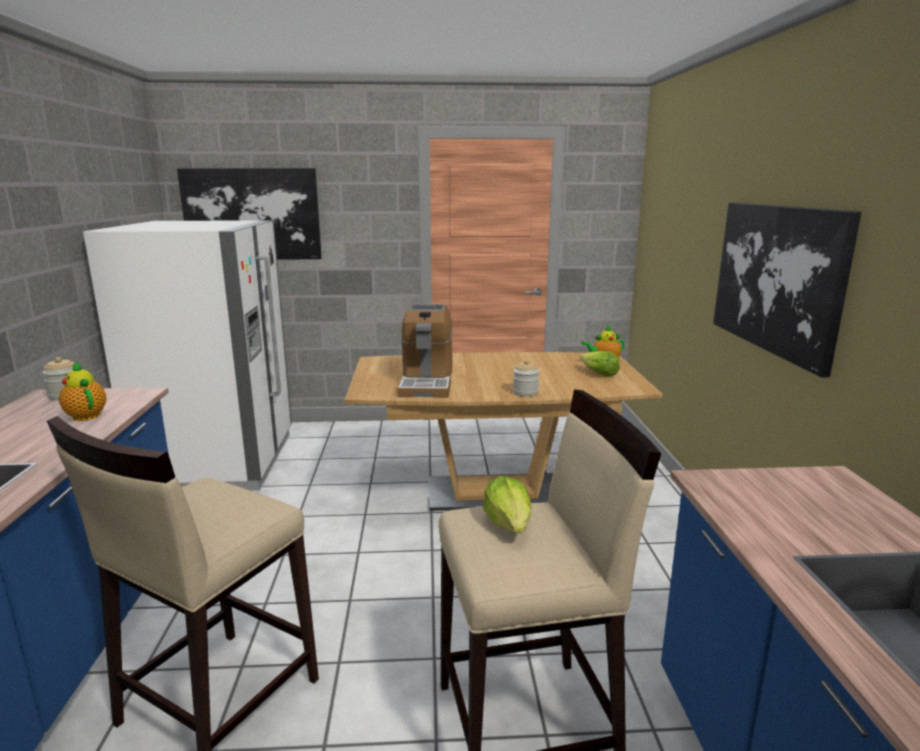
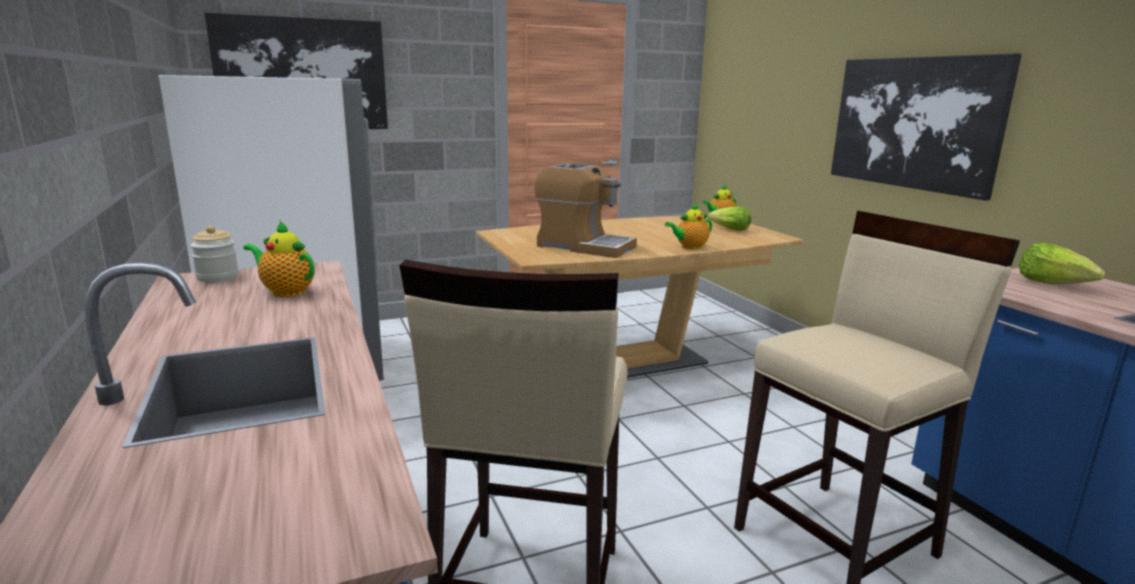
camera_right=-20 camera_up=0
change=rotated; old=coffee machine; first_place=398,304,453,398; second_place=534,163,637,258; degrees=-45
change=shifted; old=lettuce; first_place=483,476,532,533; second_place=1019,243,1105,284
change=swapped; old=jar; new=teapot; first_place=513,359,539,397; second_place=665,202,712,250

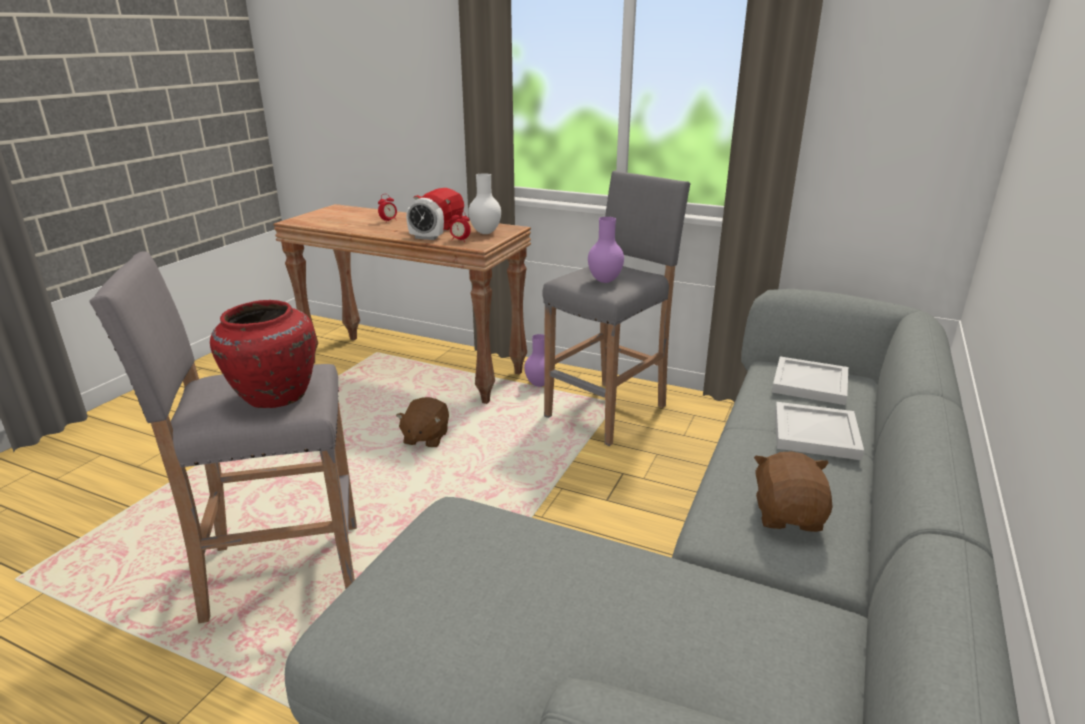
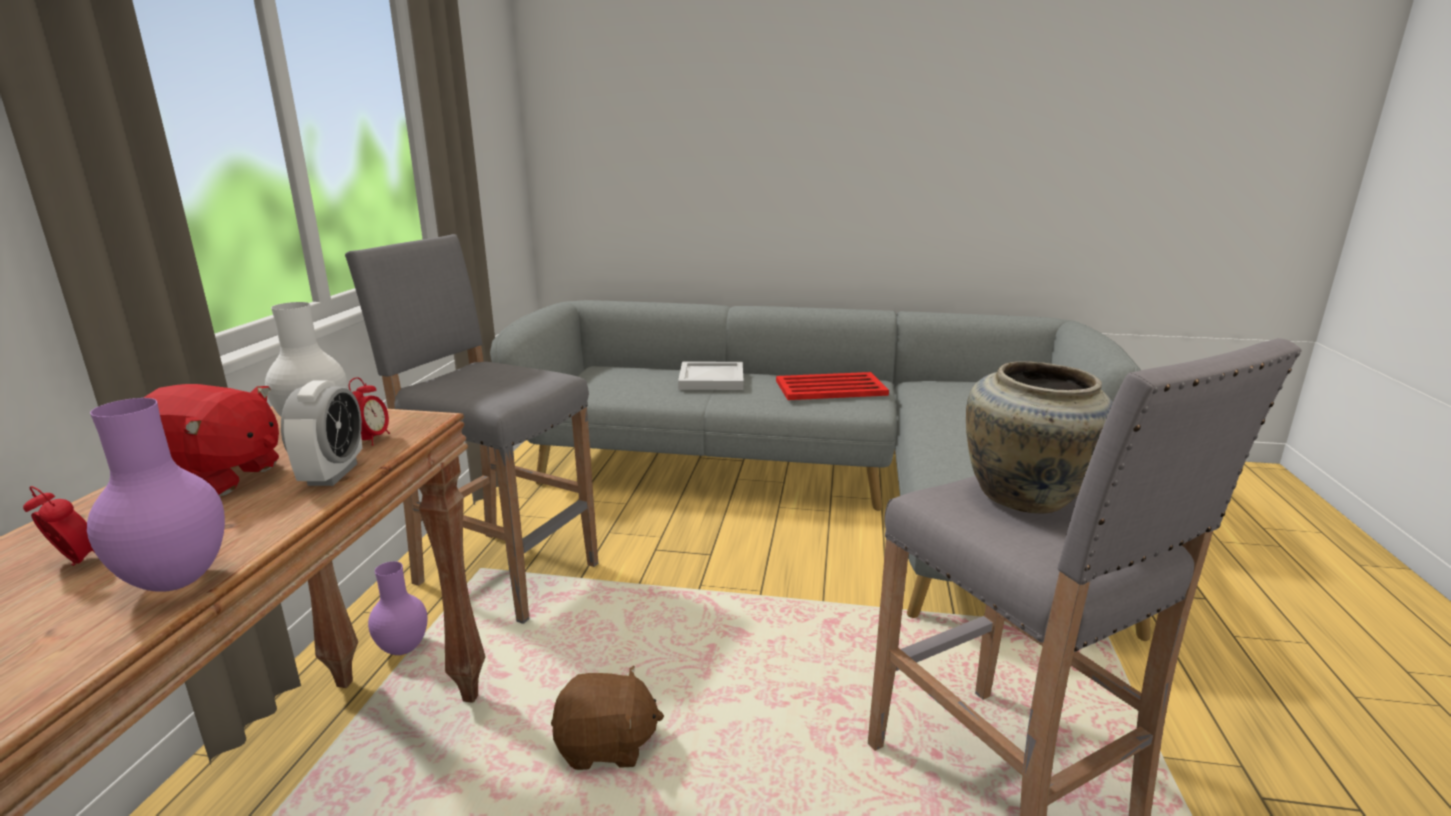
camera_right=-105 camera_up=-5
change=repainted; old=red vase; new=beige vase; first_place=210,300,316,408; second_place=966,361,1113,514
change=shifted; old=purple vase; first_place=588,217,624,283; second_place=87,398,225,592
change=swapped; old=brown plush toy; new=red tray; first_place=754,451,833,532; second_place=776,372,889,400
change=gone; old=white tray; first_place=772,357,848,405

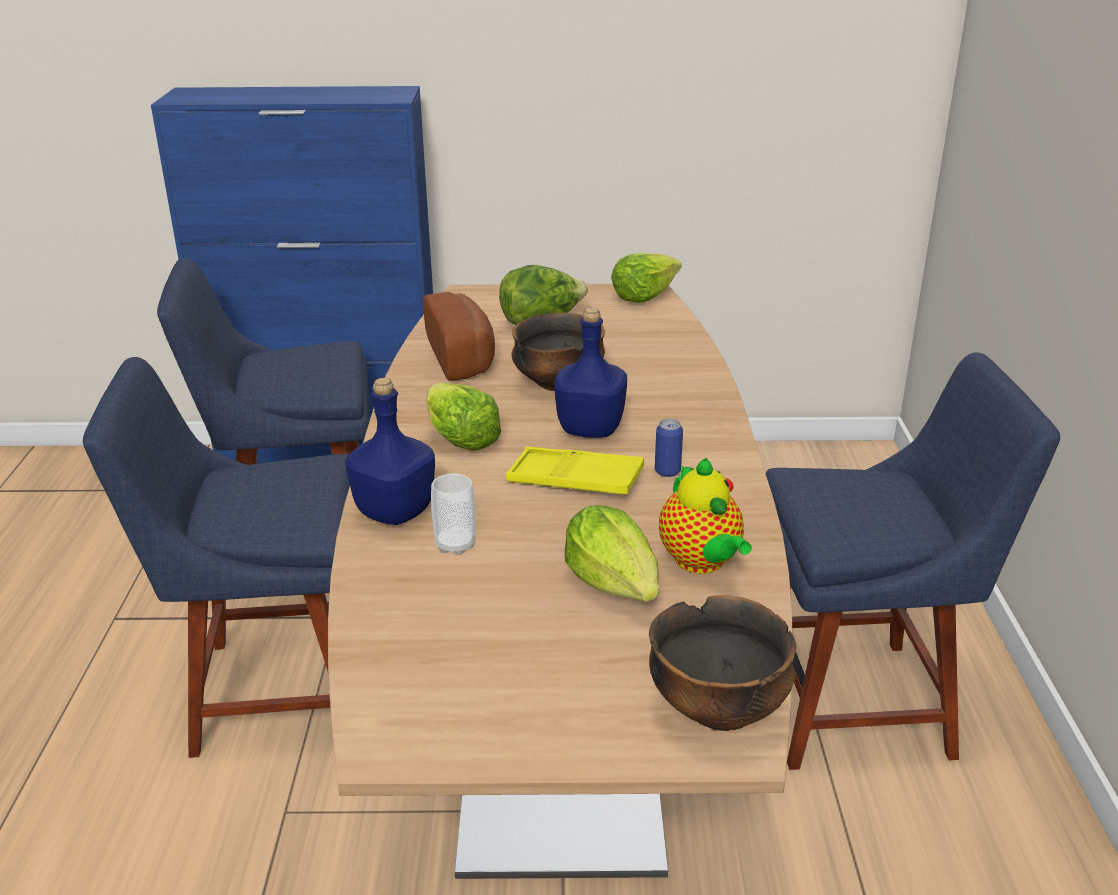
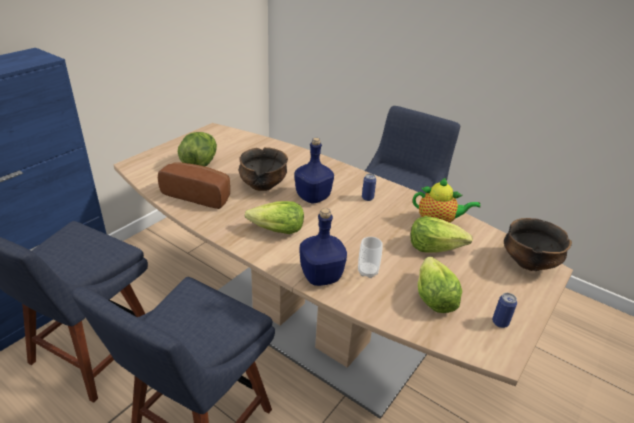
camera_right=-55 camera_up=5
change=gone; old=yellow tray; first_place=506,447,644,495
change=shifted; old=lettuce; first_place=611,253,682,303; second_place=418,257,462,313
change=new; new=can; second_place=492,293,517,328

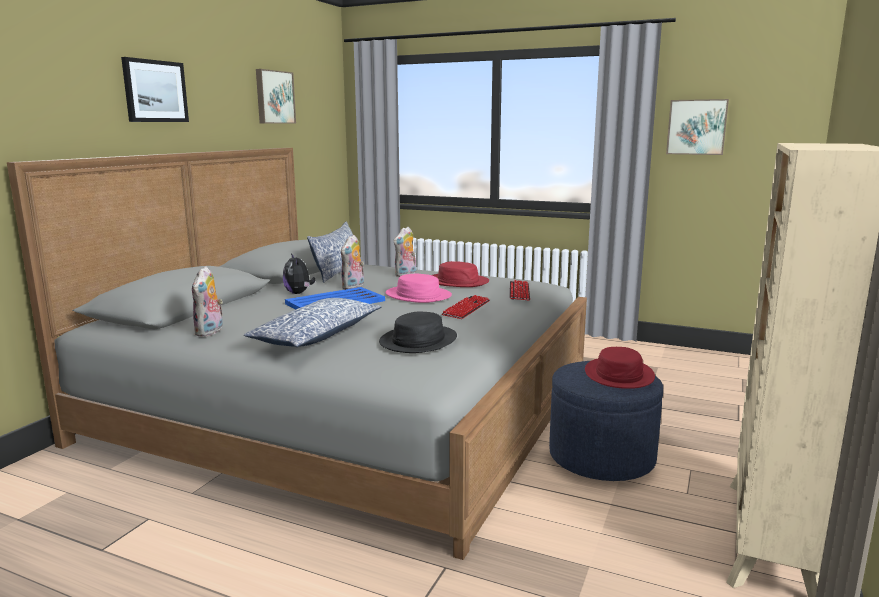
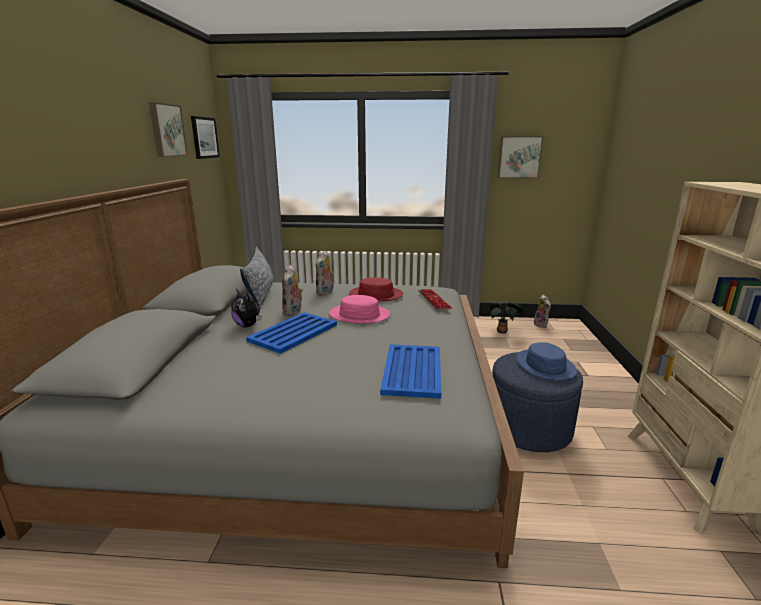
camera_right=-20 camera_up=5
change=shifted; old=picture; first_place=121,57,189,122; second_place=191,116,220,159
change=shifted; old=plush toy; first_place=192,266,224,337; second_place=534,295,551,328
change=gone; old=pillow; first_place=244,298,381,347
change=swapped; old=black hat; new=blue tray; first_place=379,312,457,353; second_place=380,344,441,399
change=gone; old=keyboard; first_place=442,295,490,319
change=repainted; old=red hat; new=blue hat; first_place=585,347,655,389; second_place=516,342,577,380
change=new; new=potted plant; second_place=489,301,525,334

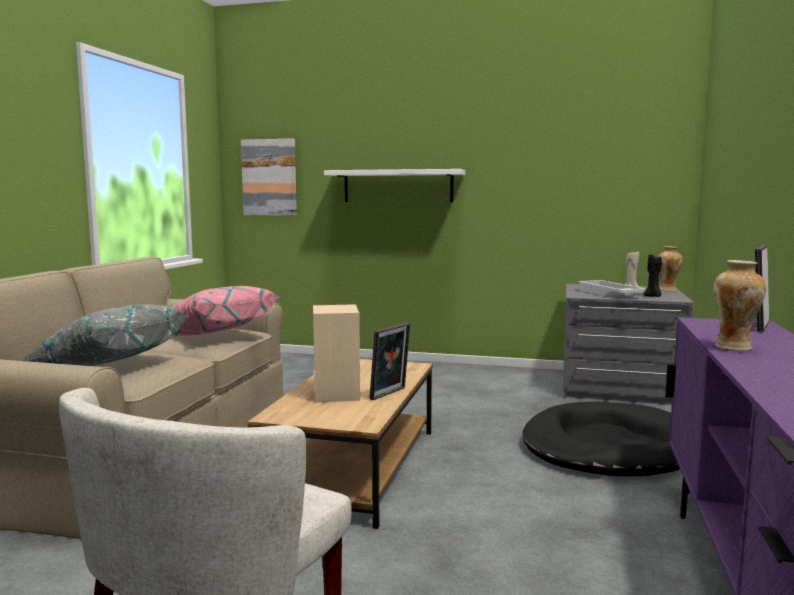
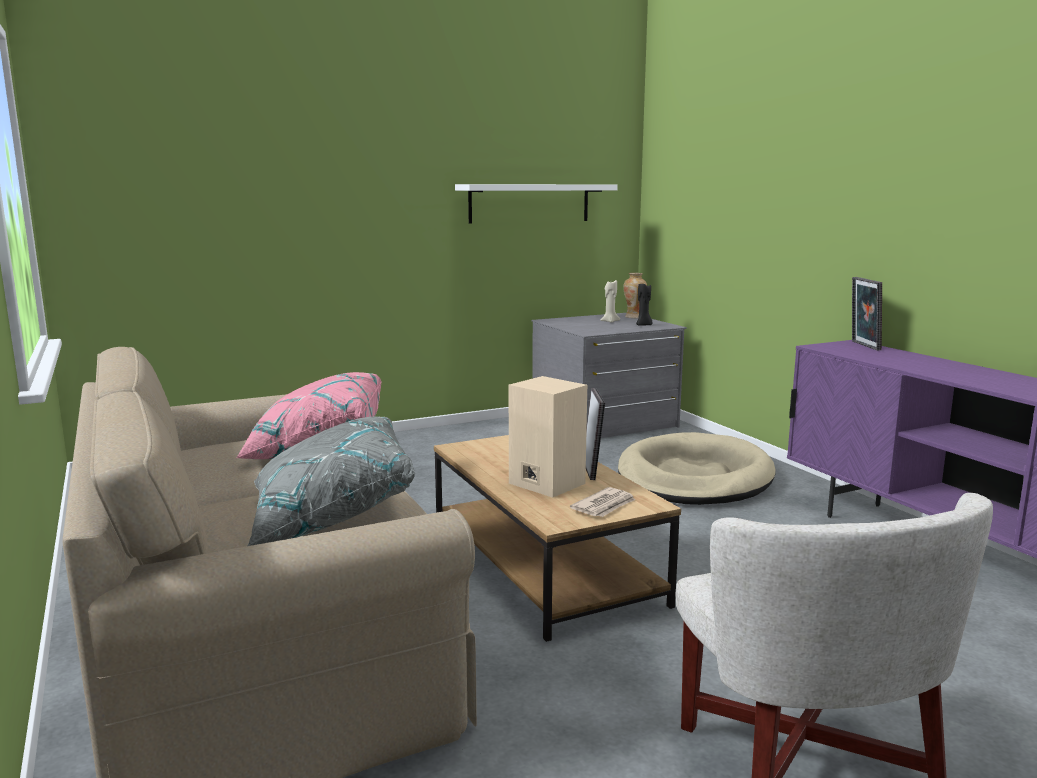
camera_right=-40 camera_up=5
change=gone; old=picture; first_place=241,139,297,216
change=shifted; old=white shelf; first_place=324,169,465,202; second_place=455,184,618,223
change=repainted; old=black dog bed; new=beige dog bed; first_place=522,402,680,477; second_place=618,432,775,505
change=gone; old=white tray; first_place=578,280,646,296
change=gone; old=vase; first_place=713,260,766,351
change=new; new=newspaper; second_place=570,487,635,517

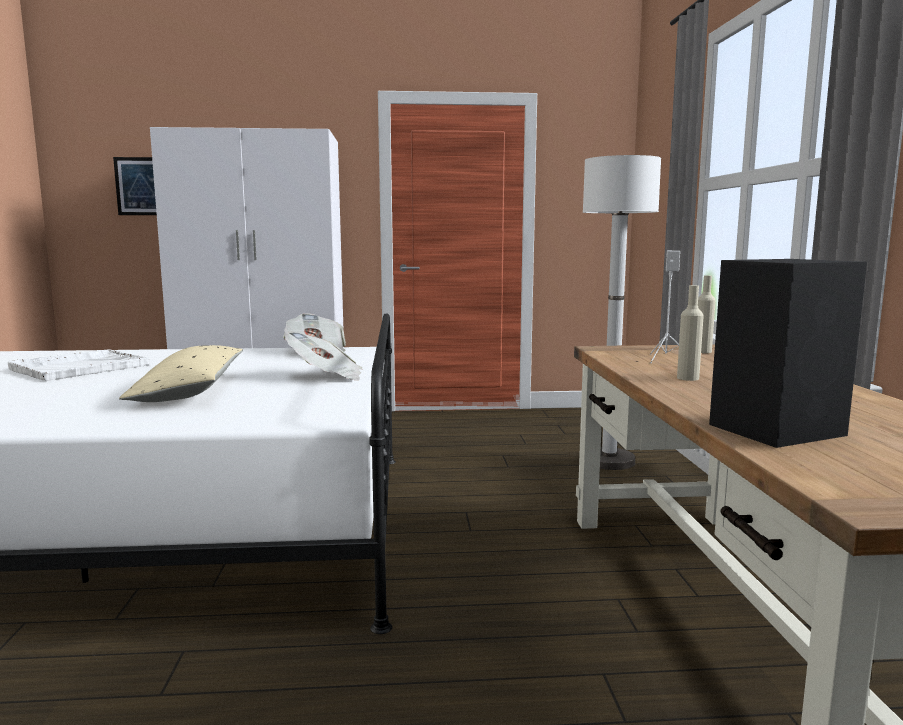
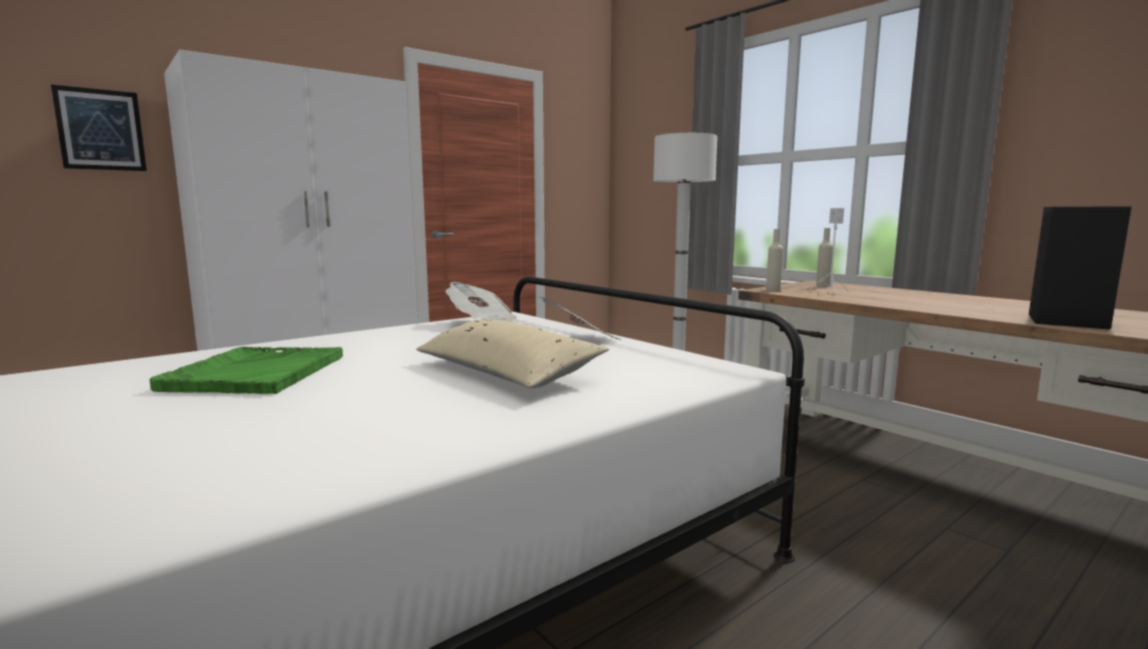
camera_right=-35 camera_up=0
change=repainted; old=white tray; new=green tray; first_place=8,350,150,381; second_place=150,347,343,394
change=shifted; old=beige bottle; first_place=677,285,704,381; second_place=766,229,783,291

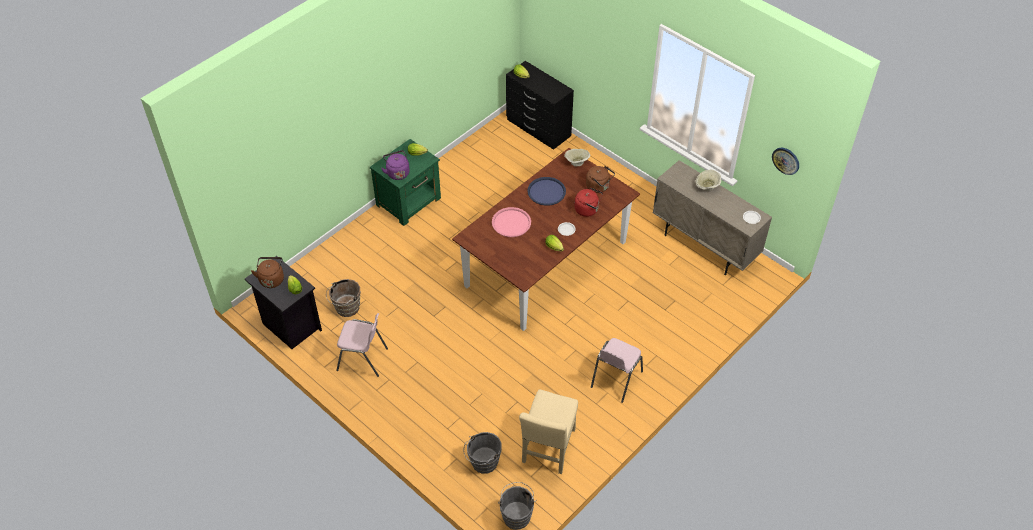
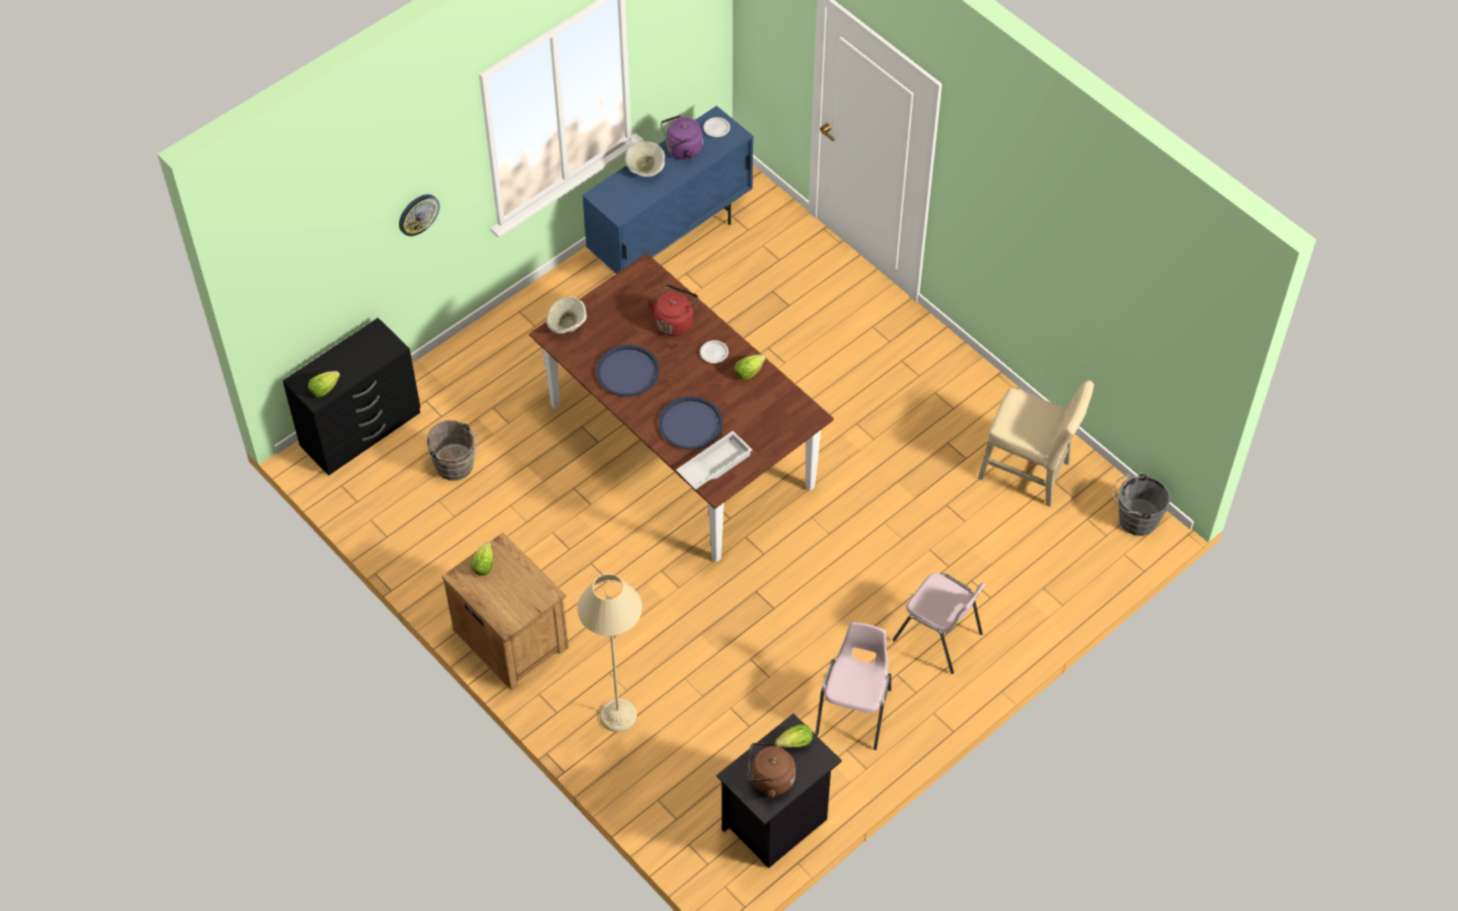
camera_right=-85 camera_up=5
change=shifted; old=brown bucket; first_place=326,279,361,317; second_place=426,420,479,481
change=repainted; old=green nightstand; new=brown nightstand; first_place=370,139,441,226; second_place=442,532,569,691
change=shifted; old=purple kettle; first_place=381,150,410,180; second_place=661,115,703,160
change=gone; old=grey bucket; first_place=463,432,502,474
change=repainted; old=pink tray; new=blue tray; first_place=492,207,531,237; second_place=658,396,723,450
change=gone; old=brown kettle; first_place=586,166,615,193
change=shifted; old=pink chair; first_place=591,338,643,403; second_place=892,573,986,674
change=repainted; old=beige cabinet; new=blue cabinet; first_place=653,160,772,275; second_place=582,106,753,273
change=shifted; old=wall clock; first_place=772,148,799,175; second_place=399,194,440,236
change=new; new=beige floor lamp; second_place=577,574,642,732
change=new; new=white tray; second_place=676,431,752,490

